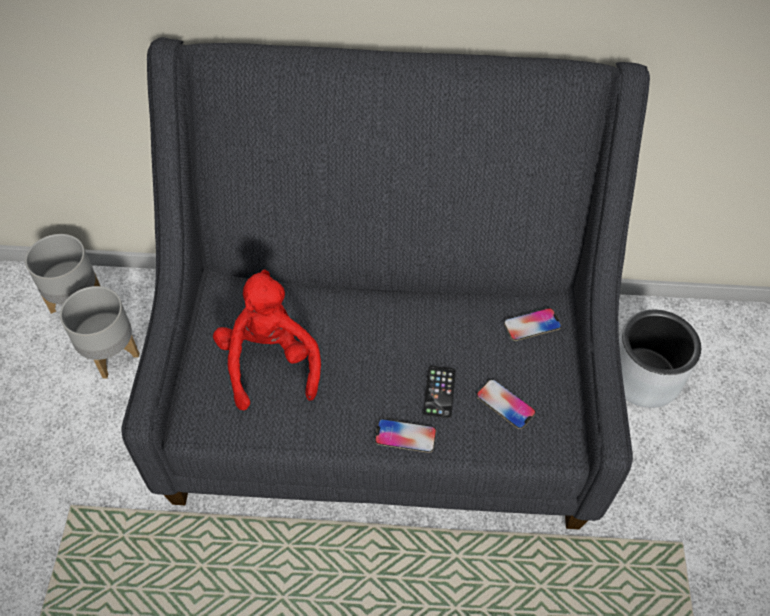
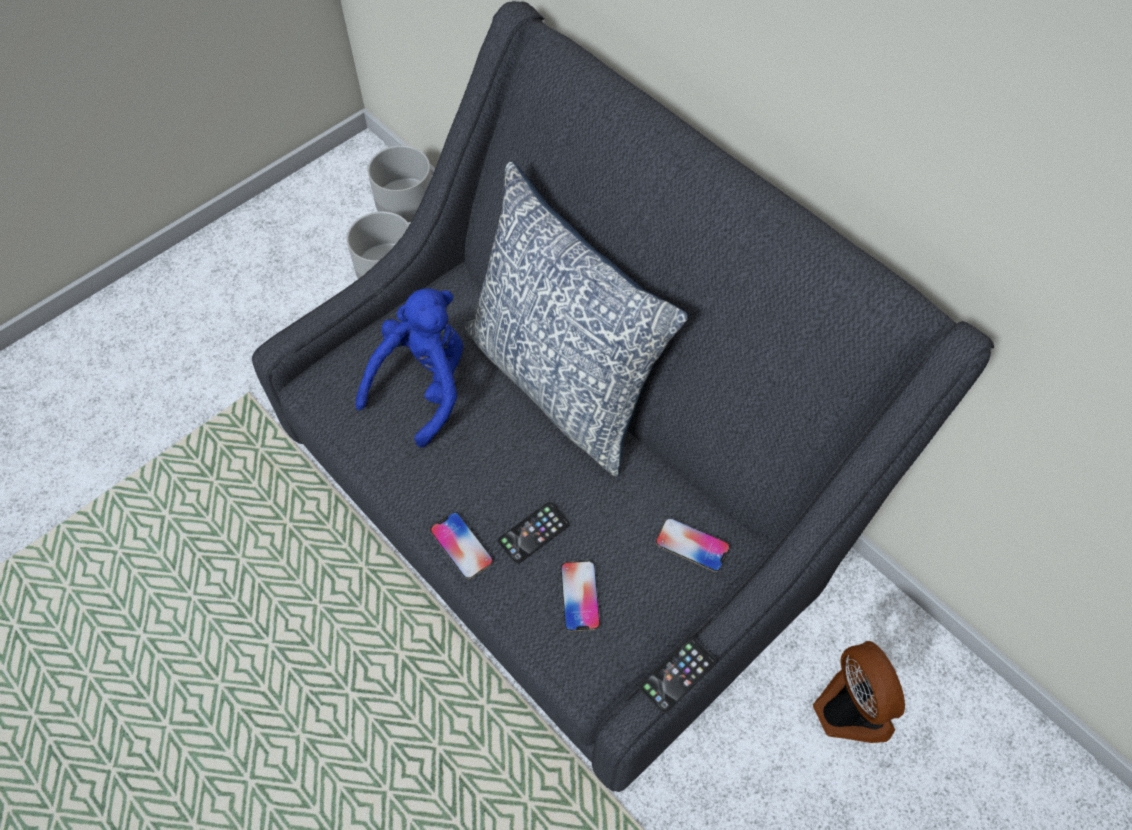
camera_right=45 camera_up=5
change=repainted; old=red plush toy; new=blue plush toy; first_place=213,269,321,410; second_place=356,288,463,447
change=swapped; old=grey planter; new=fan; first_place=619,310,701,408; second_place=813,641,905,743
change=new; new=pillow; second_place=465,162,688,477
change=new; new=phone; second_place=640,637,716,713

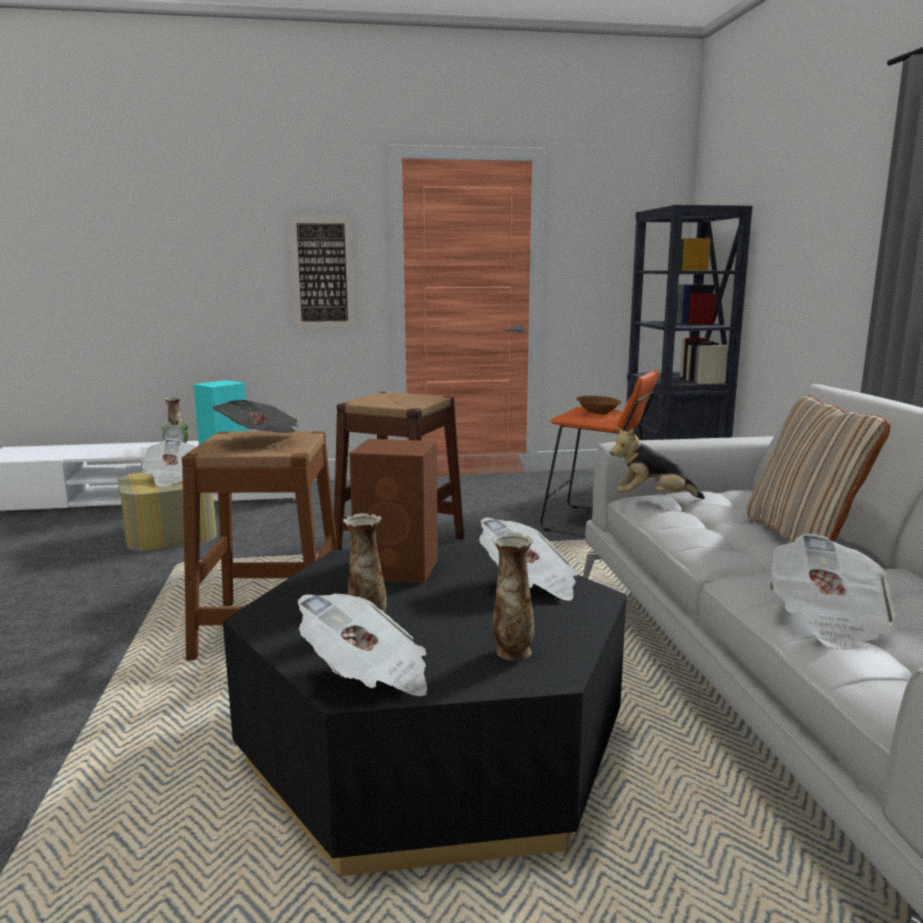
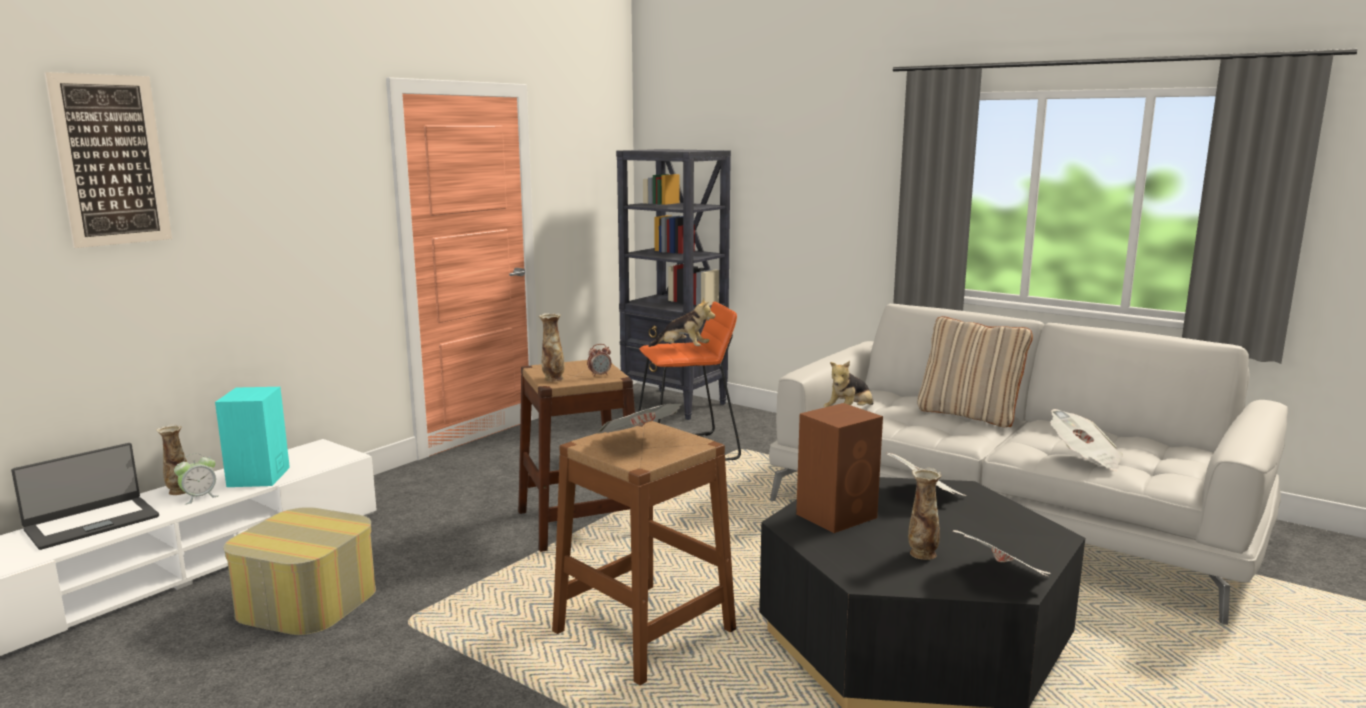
camera_right=-45 camera_up=0
change=gone; old=newspaper; first_place=141,439,196,487
change=shifted; old=picture; first_place=289,216,355,328; second_place=44,72,172,248
change=shifted; old=vase; first_place=492,533,534,661; second_place=539,313,565,382
change=swapped; old=brown bowl; new=plush toy; first_place=576,396,622,415; second_place=648,298,715,347
change=new; new=laptop; second_place=11,443,159,550
change=new; new=alarm clock; second_place=587,344,611,377

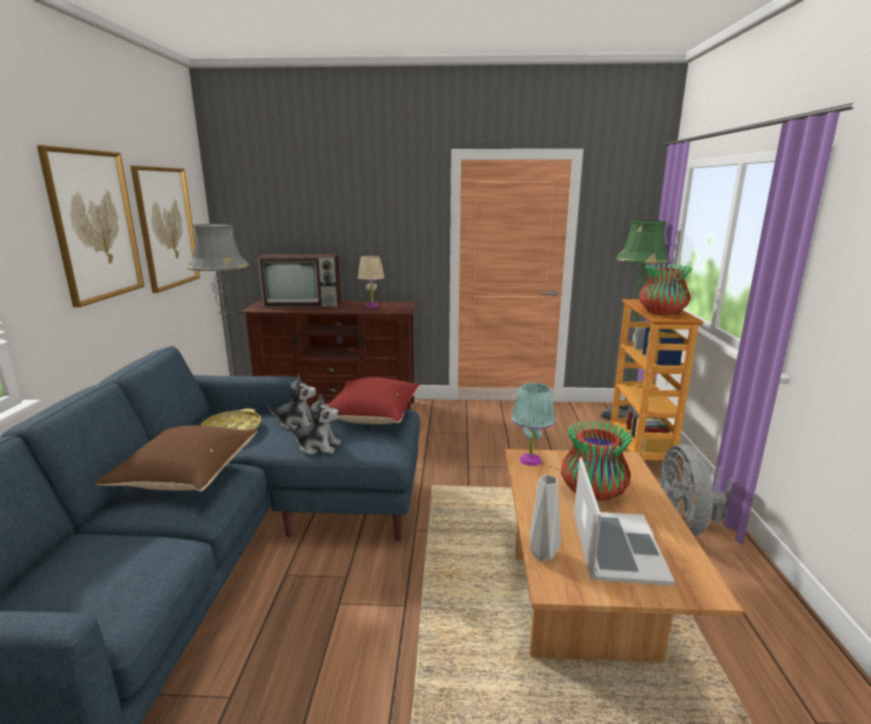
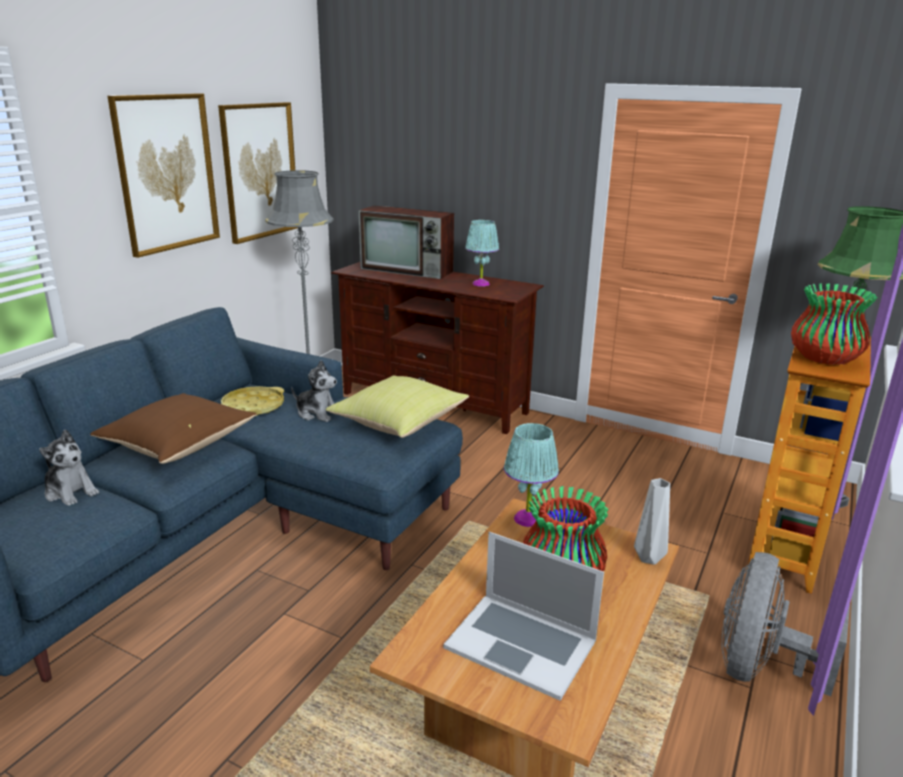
camera_right=25 camera_up=5
change=shifted; old=plush toy; first_place=289,394,341,455; second_place=39,430,99,506
change=repainted; old=red pillow; new=yellow pillow; first_place=328,377,420,424; second_place=326,375,469,438
change=repainted; old=beige table lamp; new=turquoise table lamp; first_place=358,256,385,308; second_place=465,220,499,286
change=shifted; old=grey vase; first_place=530,475,561,561; second_place=634,478,670,565
change=rotated; old=laptop; first_place=574,457,675,586; second_place=443,532,604,701; degrees=90

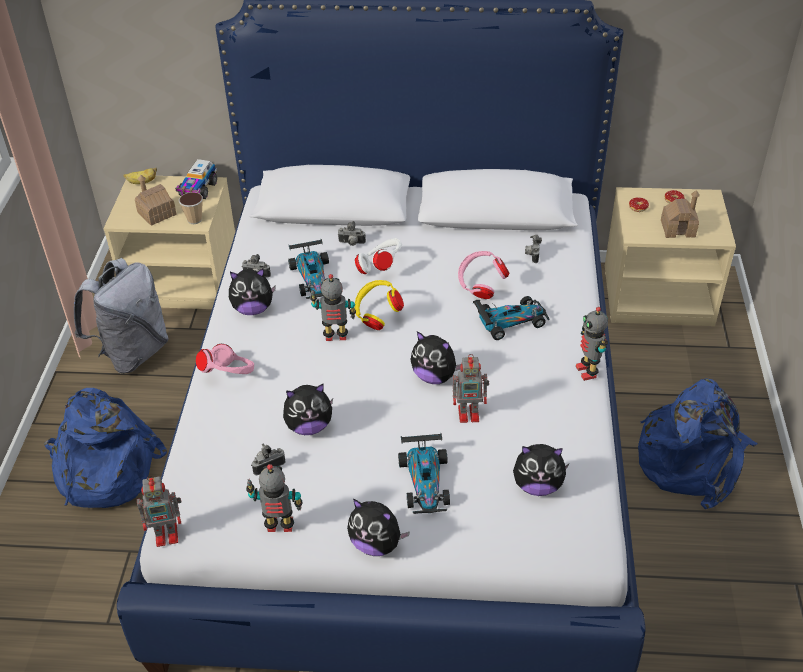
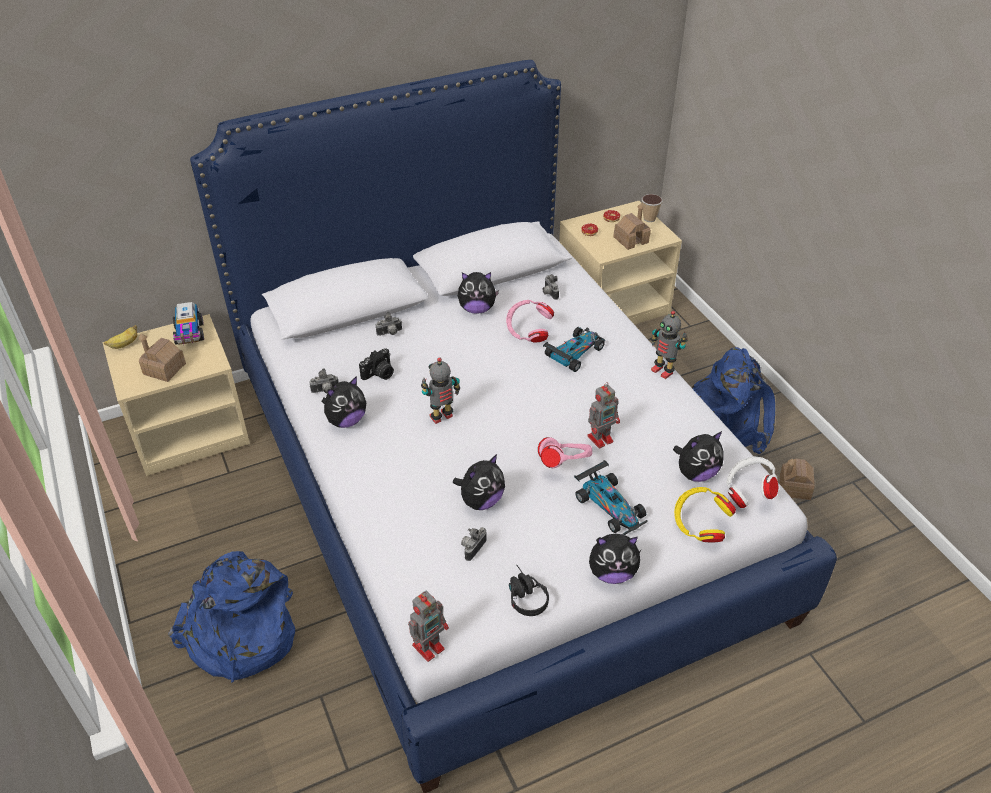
camera_right=-30 camera_up=0
change=gone; old=grey backpack; first_place=74,258,169,374
change=shifted; old=cup; first_place=179,192,203,224; second_place=642,194,662,222
change=shifted; old=pink headphones; first_place=196,344,254,374; second_place=538,437,592,468
change=swapped; old=toy robot; new=black headphones; first_place=246,464,303,532; second_place=509,565,549,616
change=swapped; old=toy car; new=photo camera; first_place=288,239,329,299; second_place=359,348,394,380
change=shifted; old=white headphones; first_place=355,238,402,274; second_place=726,456,778,508
change=shifted; old=yellow headphones; first_place=355,280,404,330; second_place=674,487,736,543
change=shifted; old=plush toy; first_place=410,331,461,384; second_place=458,272,499,314
change=new; new=toy house; second_place=780,459,815,500

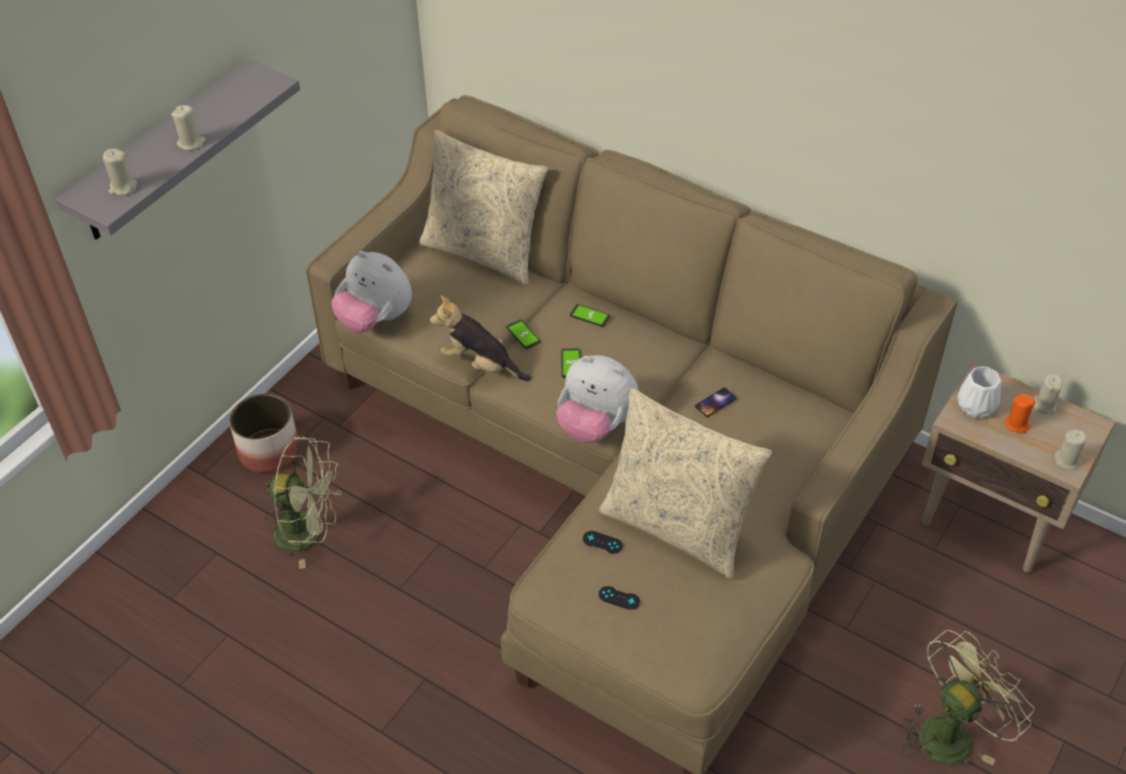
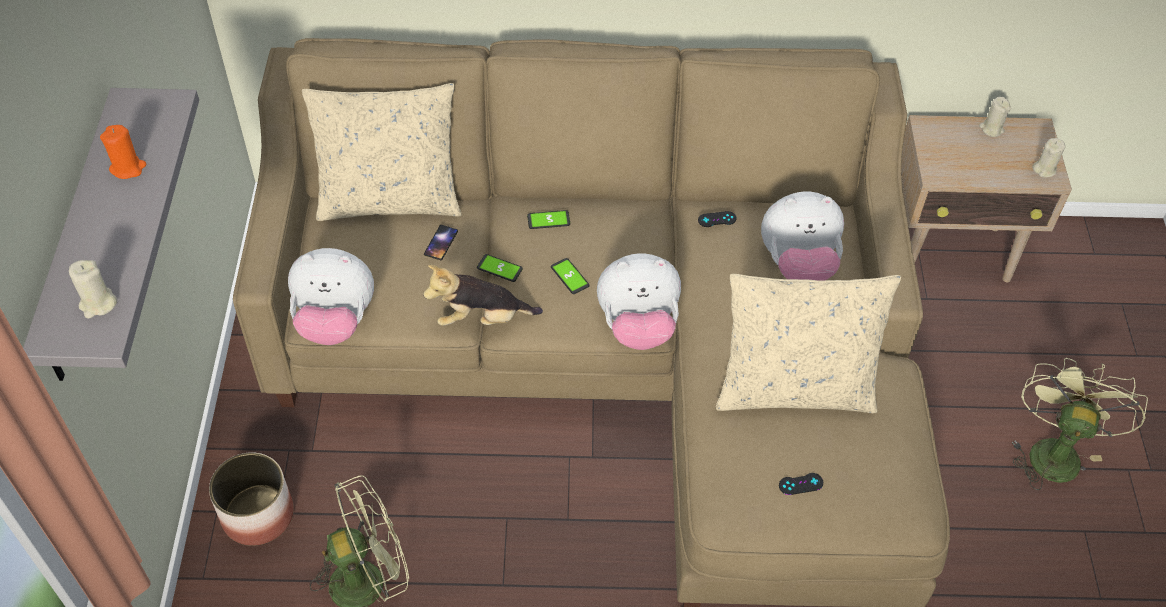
camera_right=-35 camera_up=5
change=gone; old=beige candle; first_place=171,105,206,150
change=shifted; old=black game controller; first_place=583,531,622,554; second_place=698,211,737,227
change=shifted; old=phone; first_place=695,387,737,417; second_place=424,225,458,260
change=gone; old=white vase; first_place=957,367,1001,418
change=shifted; old=orange candle; first_place=1004,393,1035,433; second_place=100,125,146,179
change=new; new=plush toy; second_place=761,191,844,281

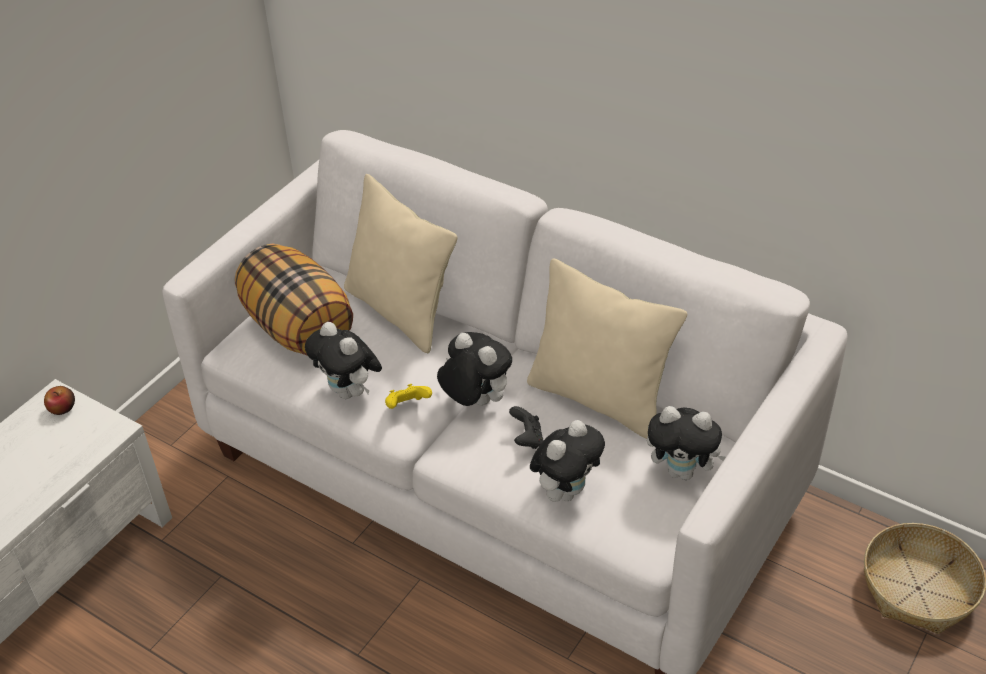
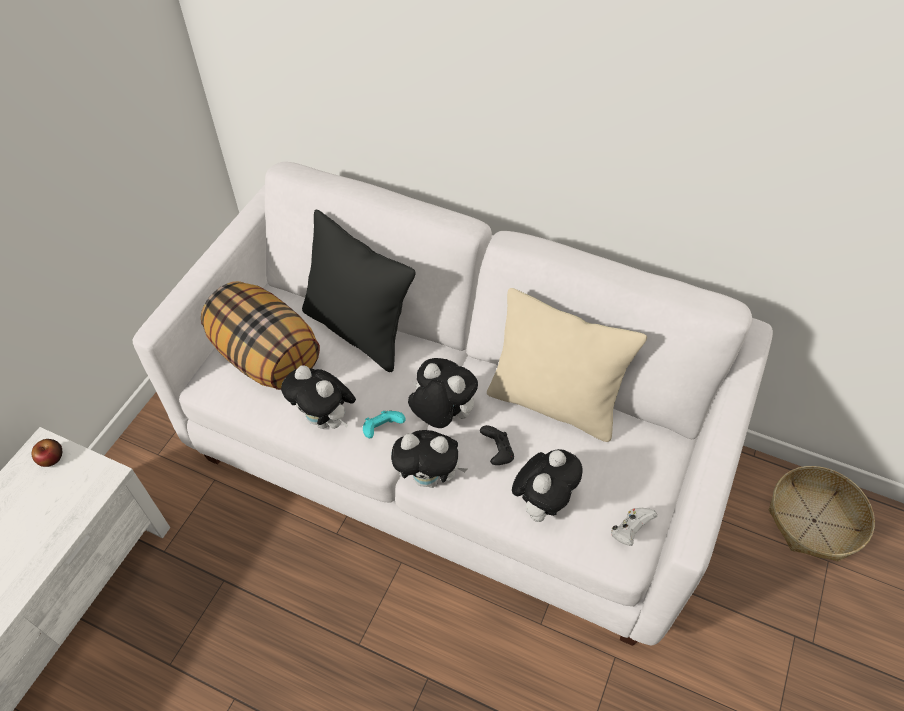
camera_right=-10 camera_up=10
change=repainted; old=beige pillow; new=black pillow; first_place=344,174,457,353; second_place=302,210,416,372
change=repainted; old=yellow game controller; new=turquoise game controller; first_place=385,384,432,409; second_place=363,411,405,438
change=shifted; old=plush toy; first_place=647,406,726,480; second_place=391,430,467,488
change=new; new=white game controller; second_place=611,508,657,546

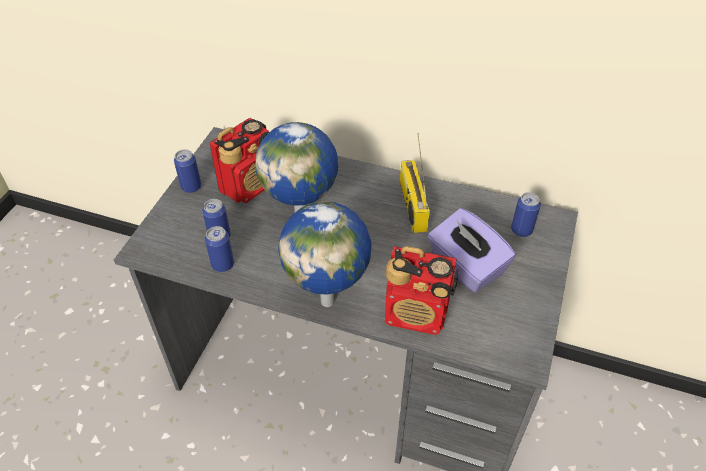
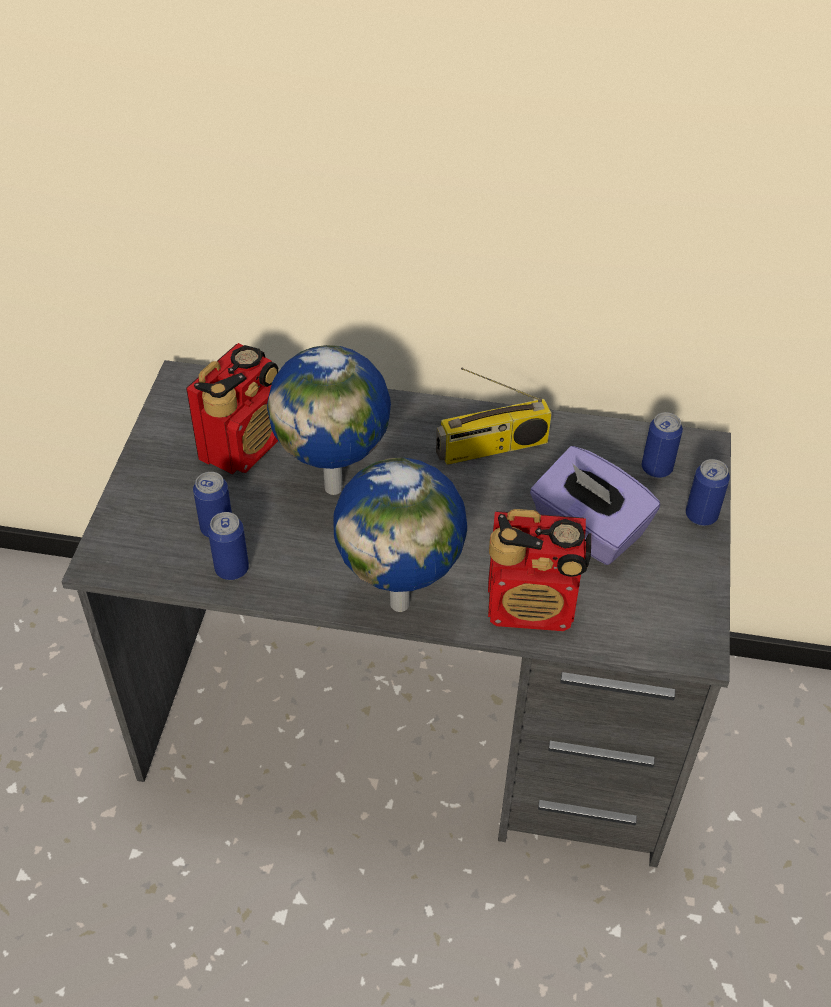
camera_right=-10 camera_up=0
change=shifted; old=can; first_place=174,149,201,193; second_place=686,459,730,526
change=rotated; old=radio; first_place=400,133,430,233; second_place=436,368,552,465; degrees=-90

